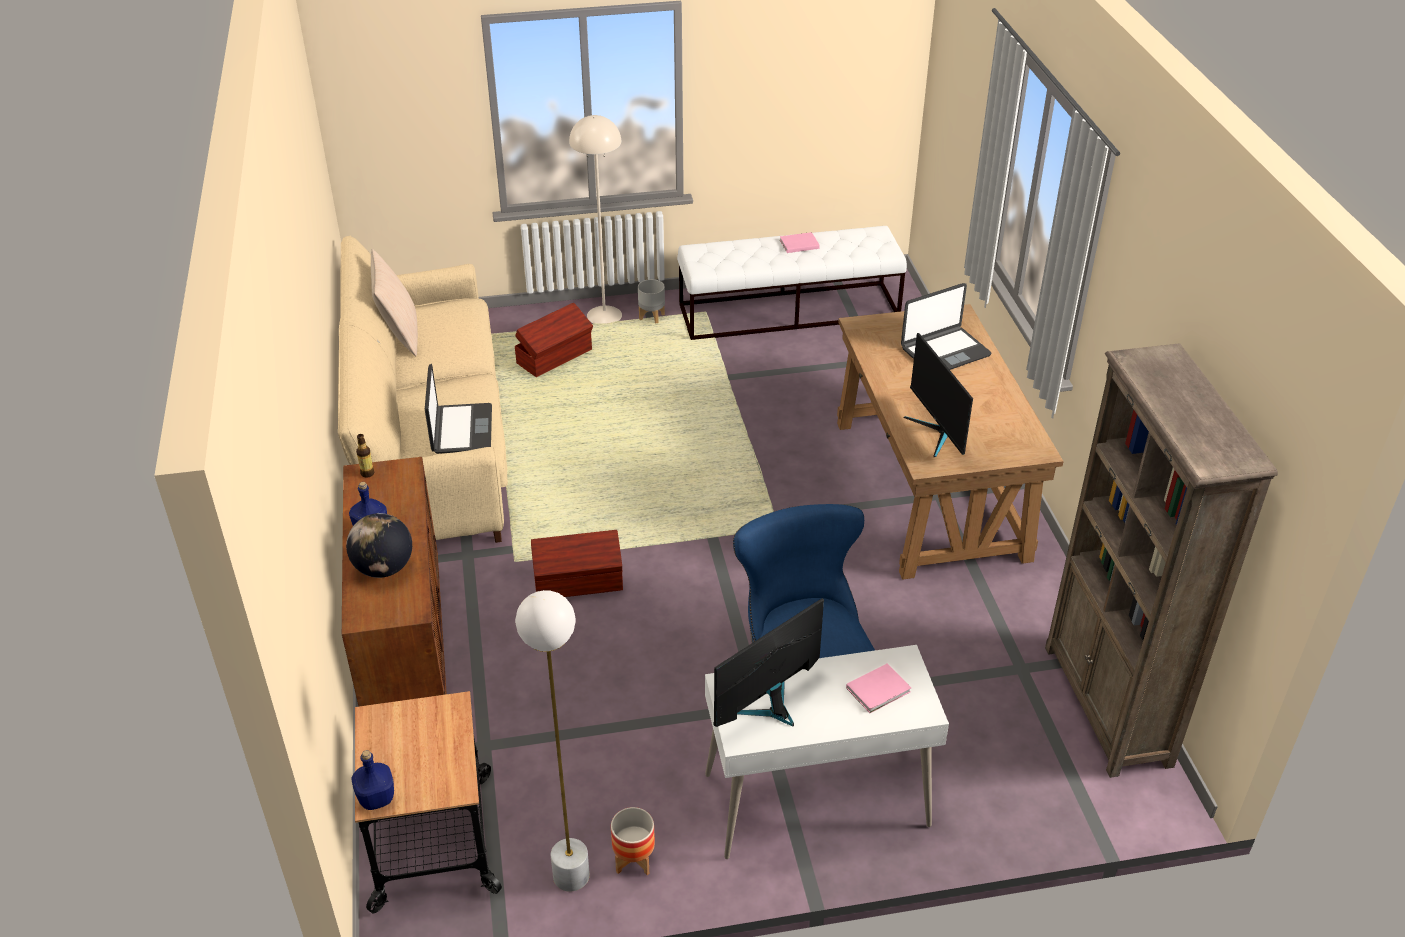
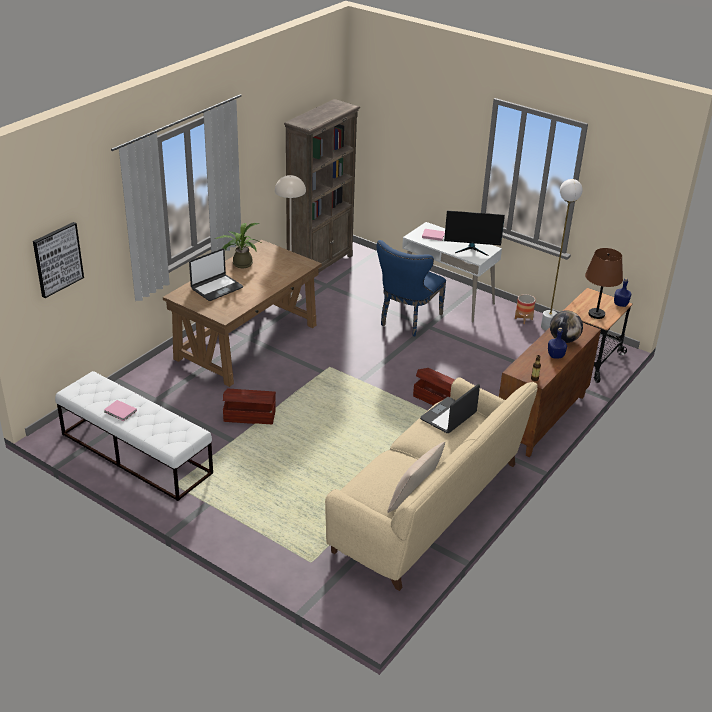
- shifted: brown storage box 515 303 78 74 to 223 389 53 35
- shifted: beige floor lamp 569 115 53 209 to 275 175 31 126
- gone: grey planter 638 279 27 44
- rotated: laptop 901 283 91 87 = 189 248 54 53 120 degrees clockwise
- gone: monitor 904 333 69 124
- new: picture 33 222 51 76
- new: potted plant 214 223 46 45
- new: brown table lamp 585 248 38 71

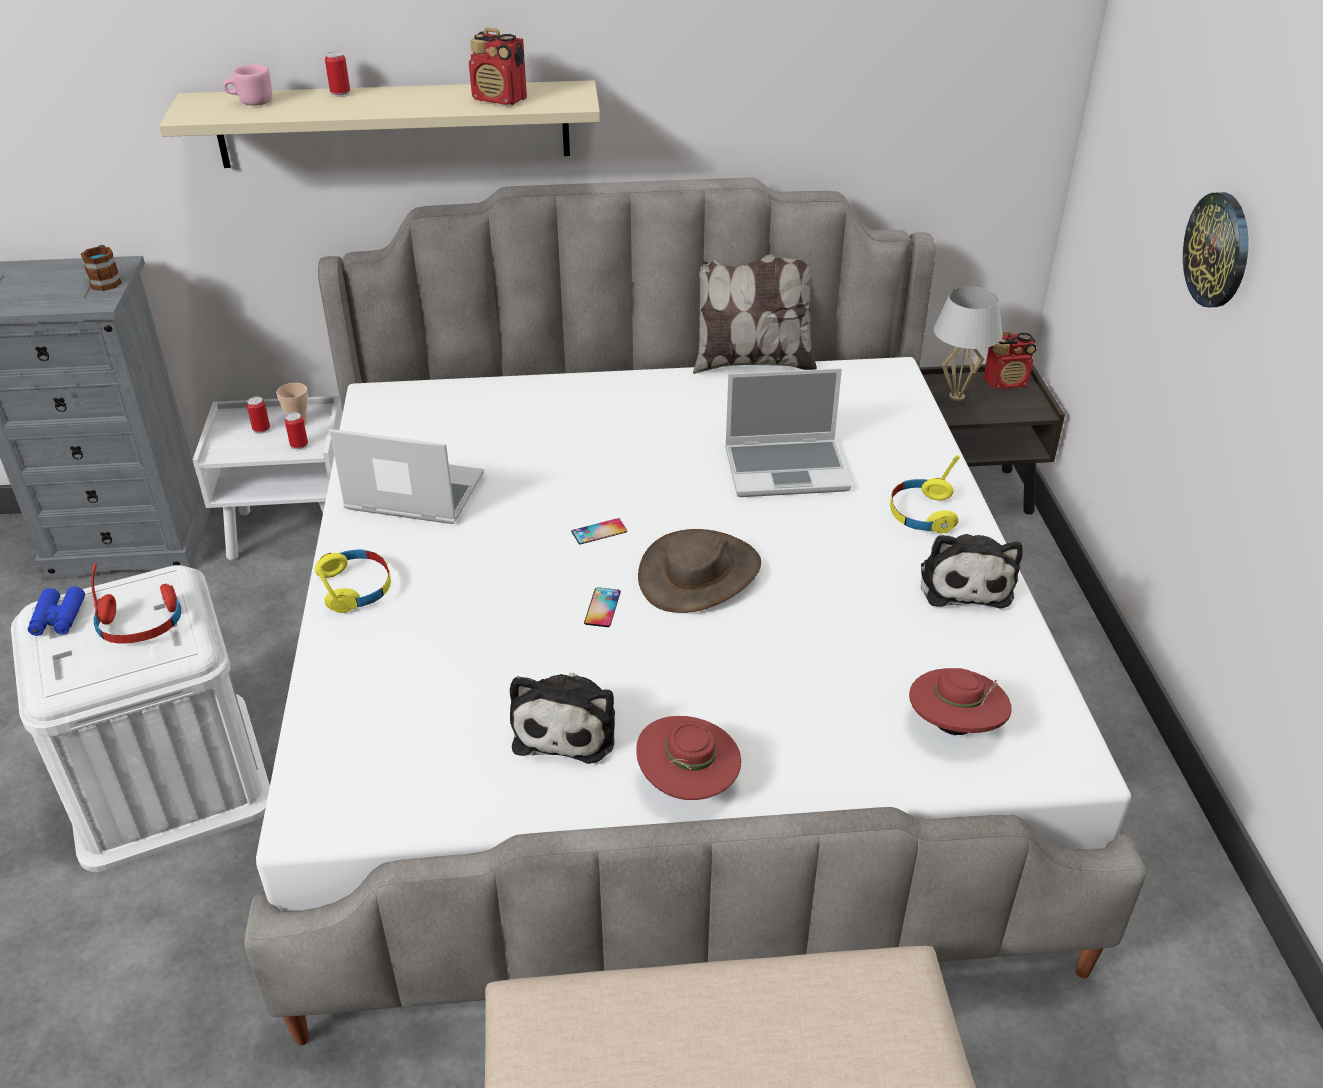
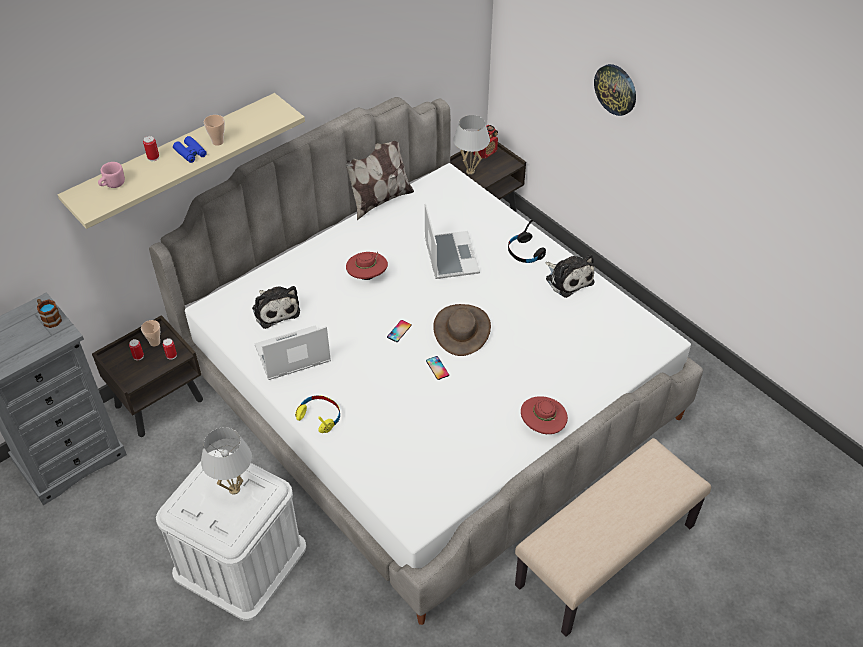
- shifted: blue binoculars 28 587 57 49 to 173 136 34 27
- swapped: red headphones 91 563 90 81 to white table lamp 201 427 51 67
- repainted: white nightstand 193 396 150 164 to brown nightstand 92 315 111 122
- gone: radio 469 27 58 78
- shifted: plush toy 510 673 105 91 to 252 286 48 43
- rotated: laptop 725 368 126 129 = 425 204 55 75 60 degrees counterclockwise
- repainted: yellow headphones 890 455 70 78 to black headphones 508 219 38 44
- shifted: red hat 909 668 103 67 to 346 252 42 28
- new: cup 204 115 21 31

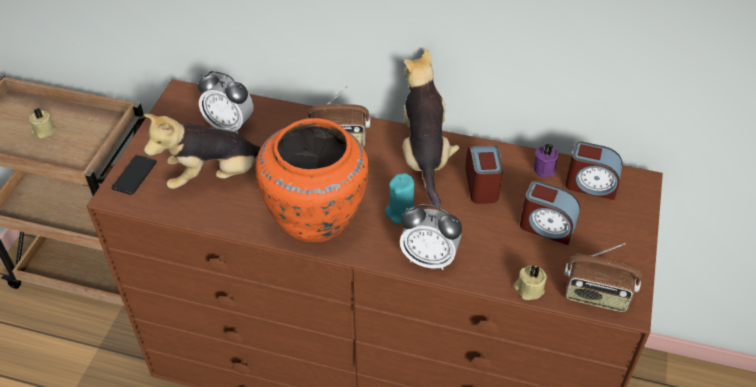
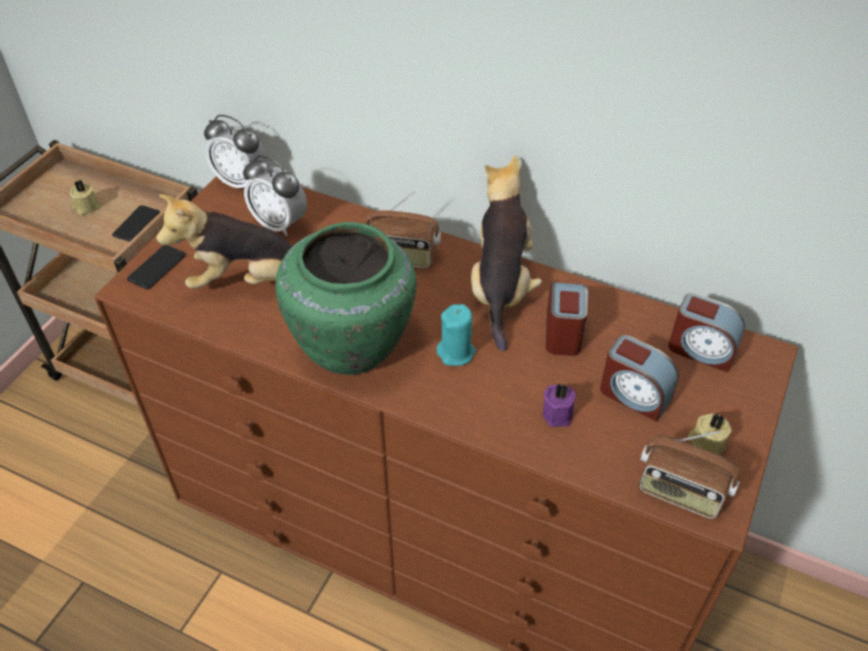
- repainted: orange vase 255 118 114 124 to green vase 276 222 140 153
- shifted: alarm clock 400 204 62 66 to 204 115 63 73
- shifted: beige candle 514 266 33 34 to 688 414 44 41
- shifted: purple candle 533 144 25 34 to 543 383 33 44
- new: phone 112 205 48 37

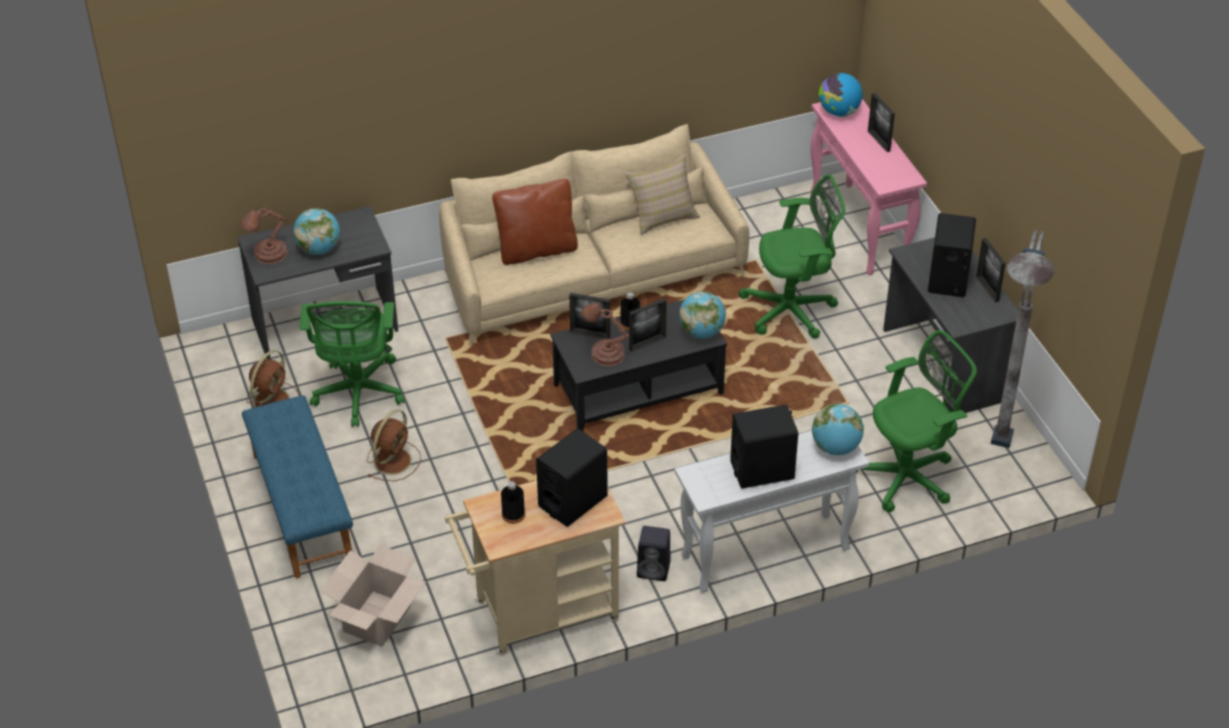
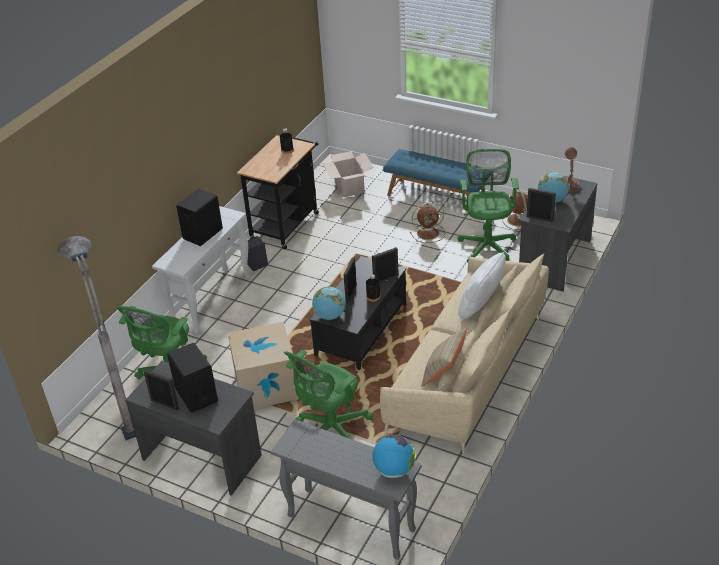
- rotated: green office chair 300 301 105 126 = 458 149 61 113 45 degrees clockwise
- rotated: brown fan 367 409 54 72 = 410 202 35 41 90 degrees counterclockwise
- repainted: beige cart 445 480 181 175 to black cart 237 135 82 114
- repainted: brown pillow 492 179 86 86 to white pillow 458 252 48 67
- gone: black speaker 536 428 72 99
- gone: brown table lamp 582 303 47 63
- repainted: pink console table 810 99 117 177 to grey console table 271 419 151 141
- gone: globe 812 404 52 51
- shifted: picture frame 868 93 27 59 to 526 188 30 34
- new: cardboard box 228 322 71 87

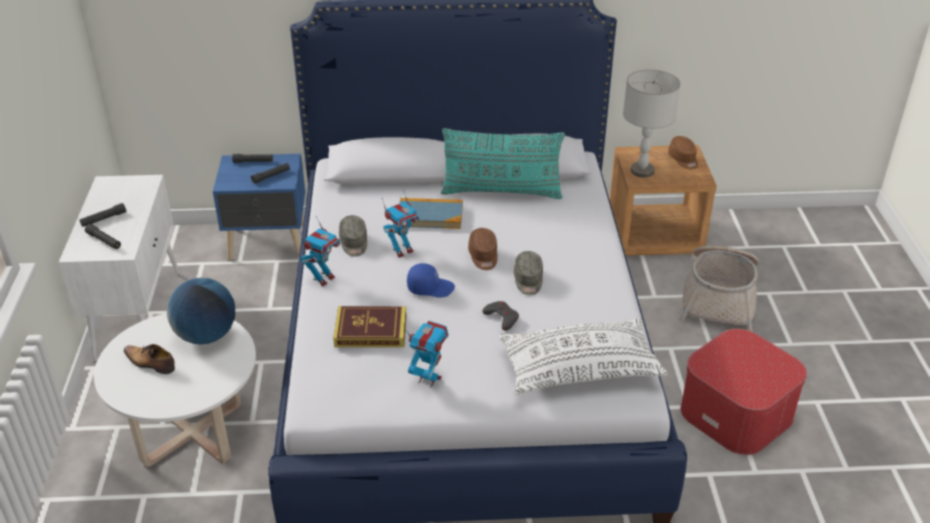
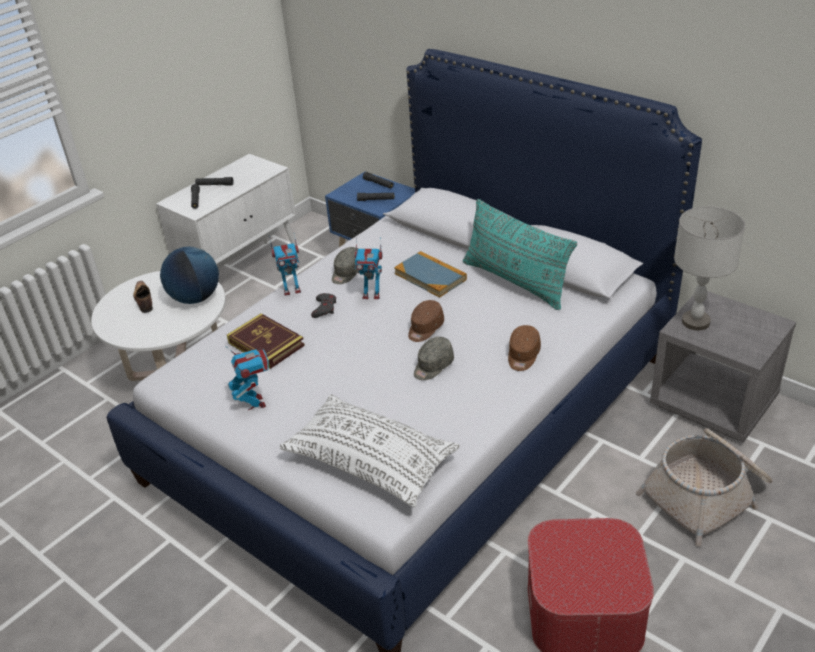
- gone: blue cap 407 263 48 35
- shifted: grey game controller 482 301 37 30 to 311 293 25 25
- repainted: brown nightstand 610 145 107 111 to grey nightstand 650 291 146 151
- shifted: brown cap 668 136 30 33 to 508 325 33 46

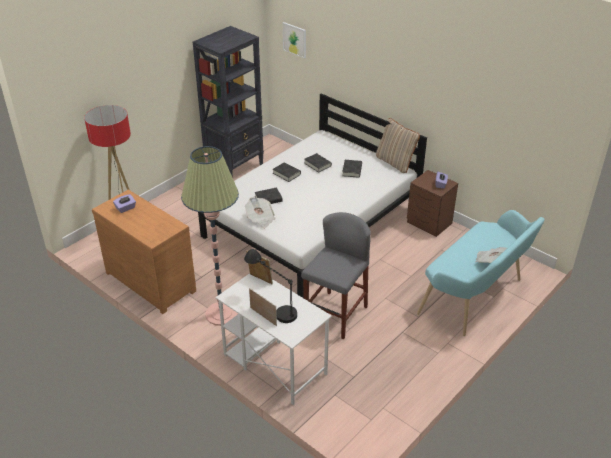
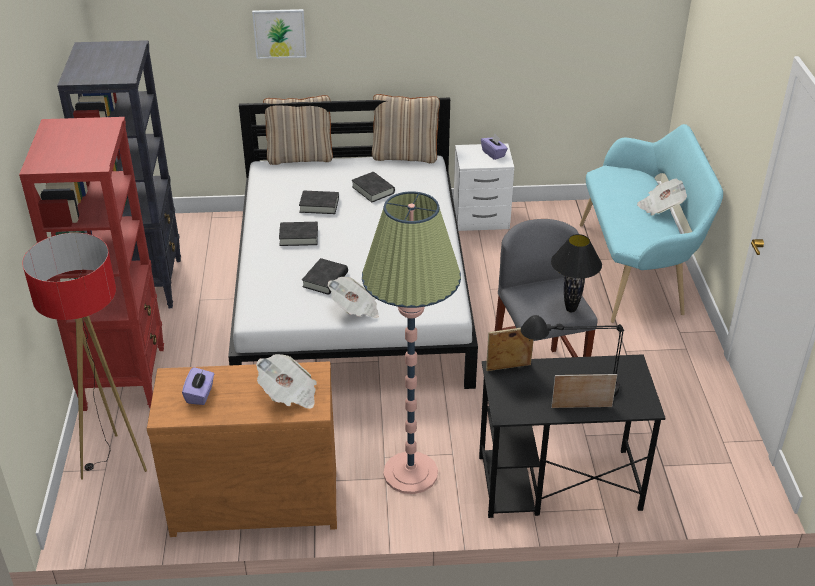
- repainted: white desk 216 273 116 132 to black desk 479 354 186 164
- shifted: picture 283 22 23 36 to 252 9 54 50
- repainted: brown nightstand 407 170 51 67 to white nightstand 454 143 60 88
- new: red bookcase 19 117 145 294
- new: newspaper 256 354 61 55
- new: beige pillow 263 95 70 70
- new: black table lamp 551 234 51 78

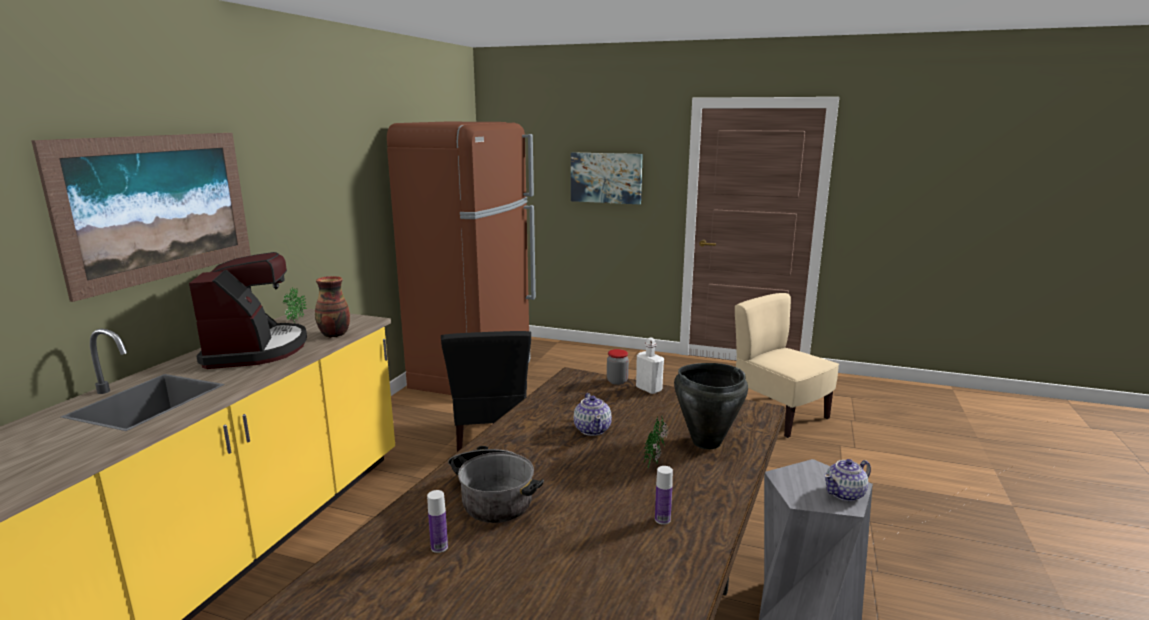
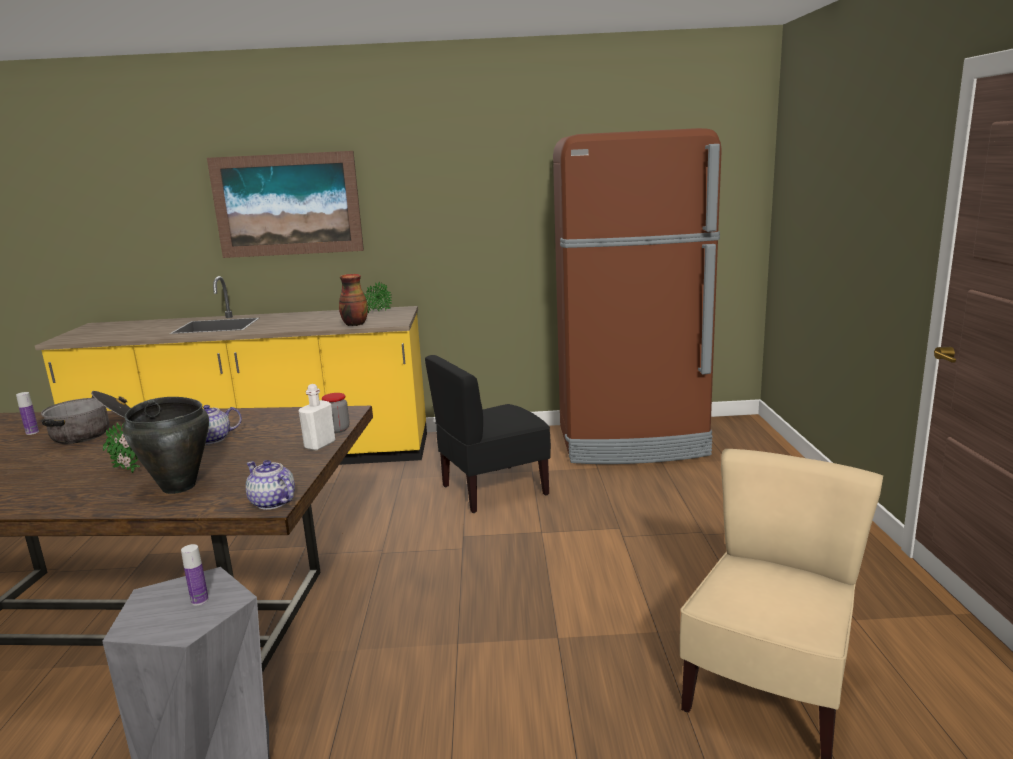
- gone: coffee machine 189 252 118 117
- gone: picture 571 152 72 52
- shifted: bottle 655 466 18 59 to 181 544 28 62
- shifted: teapot 824 459 47 42 to 246 460 49 50

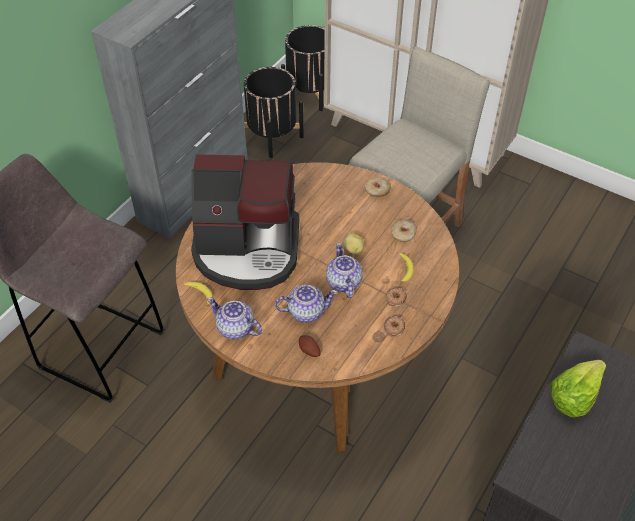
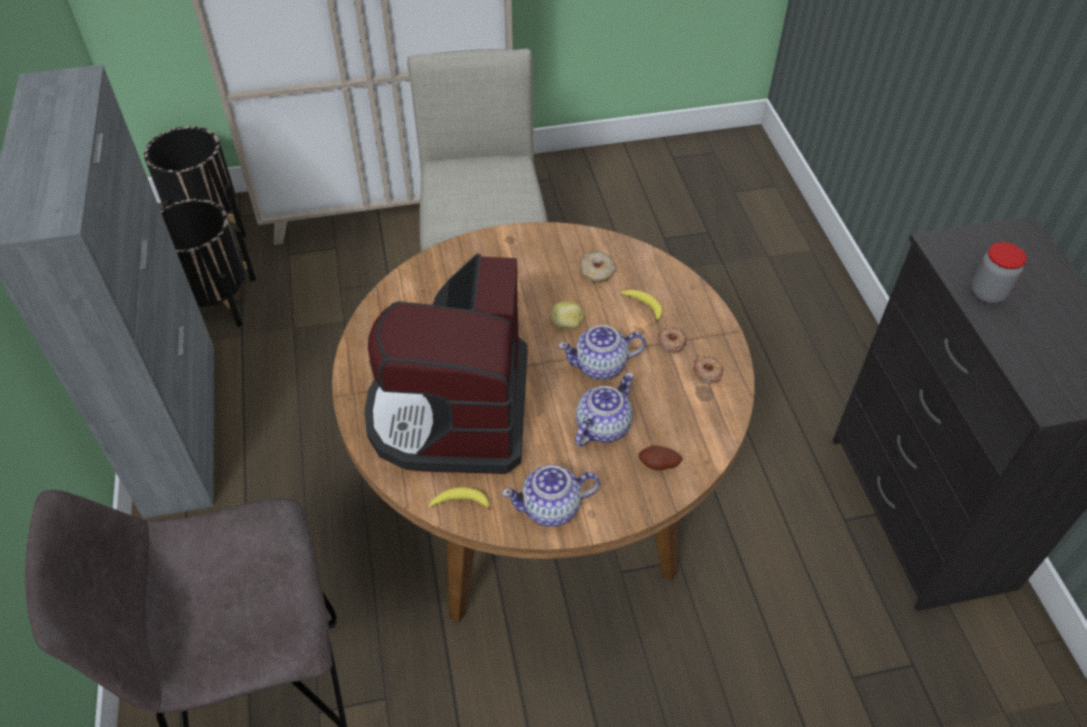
- rotated: coffee machine 191 154 108 136 = 364 254 164 220 135 degrees clockwise
- rotated: teapot 326 243 37 55 = 558 325 88 55 45 degrees counterclockwise
- gone: donut 365 177 26 20
- swapped: lettuce 550 360 56 58 to jar 971 242 56 61

